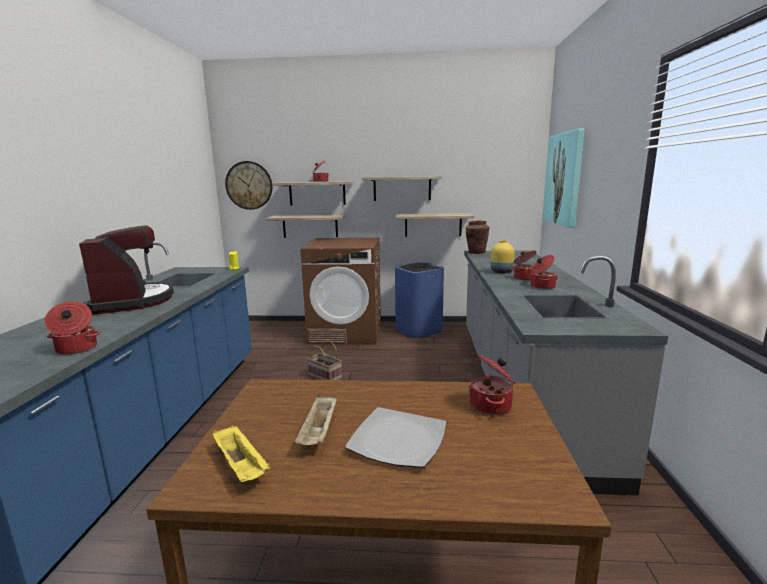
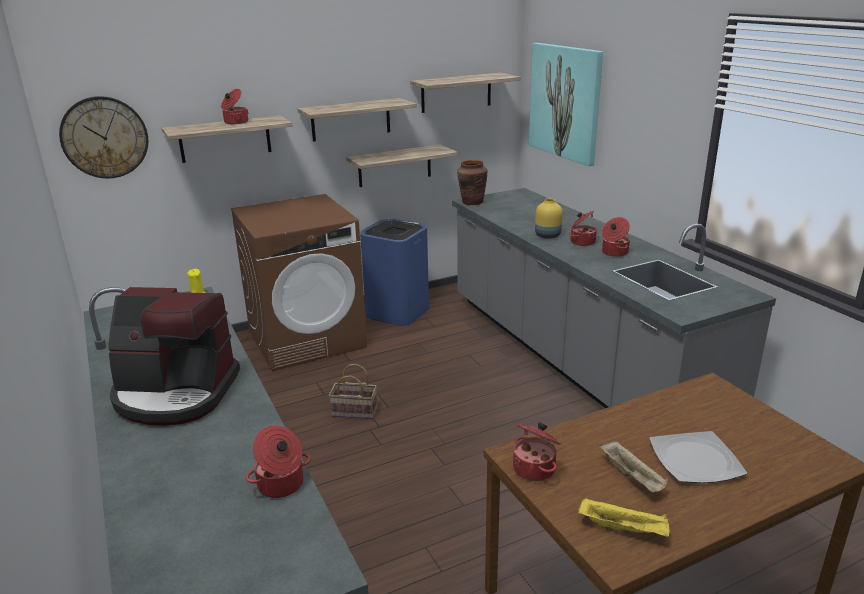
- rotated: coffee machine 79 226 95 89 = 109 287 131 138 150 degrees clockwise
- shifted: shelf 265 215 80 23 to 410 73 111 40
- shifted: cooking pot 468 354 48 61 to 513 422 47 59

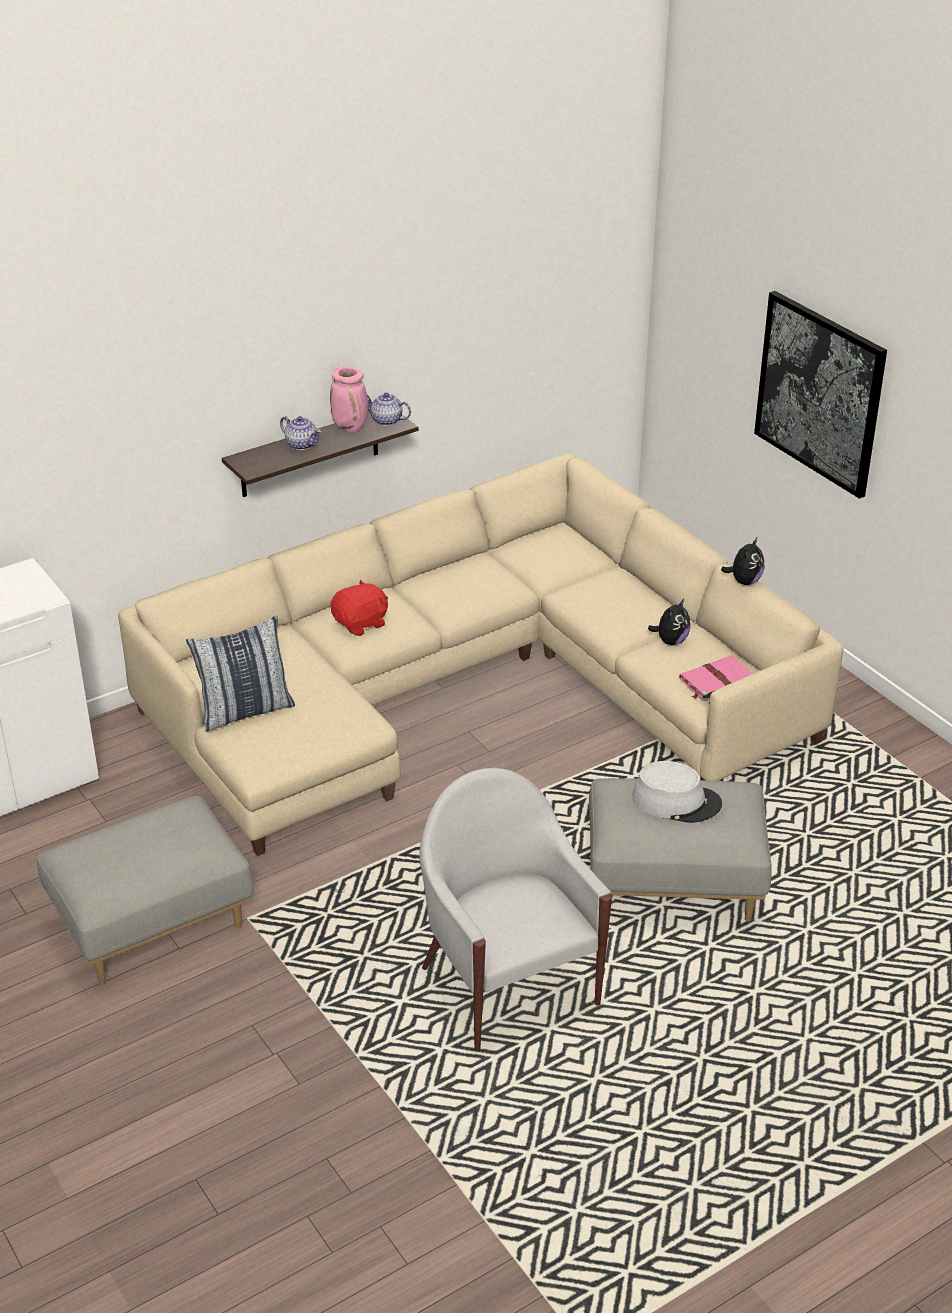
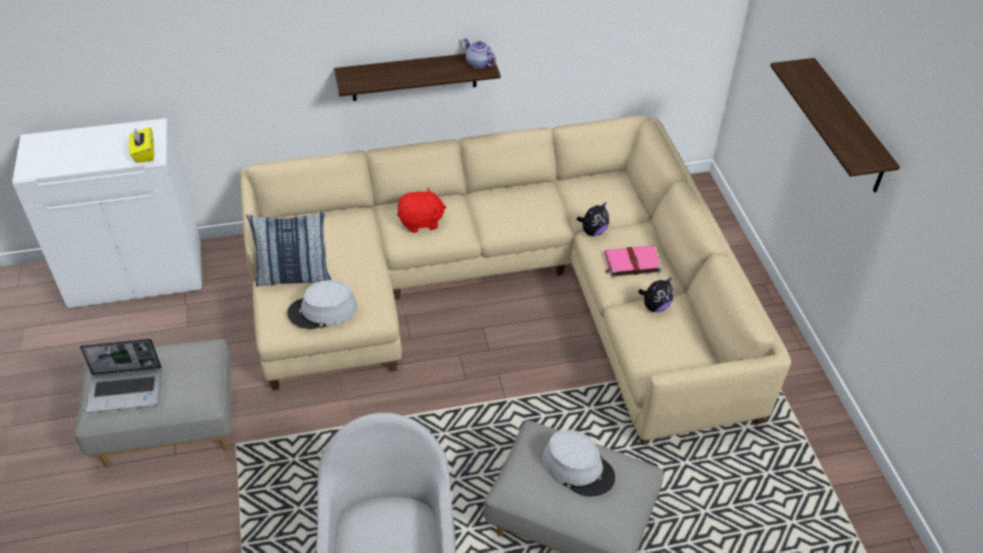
- gone: teapot 280 416 41 34
- gone: pink vase 330 367 38 65
- shifted: pink book 679 656 75 45 to 604 246 58 31
- shifted: plush toy 721 538 43 47 to 577 202 32 34
- swapped: picture 754 291 133 208 to shelf 770 58 130 134
- new: laptop 80 339 82 74
- new: yellow tissue box 129 127 25 36
- new: grey hat 287 280 70 49

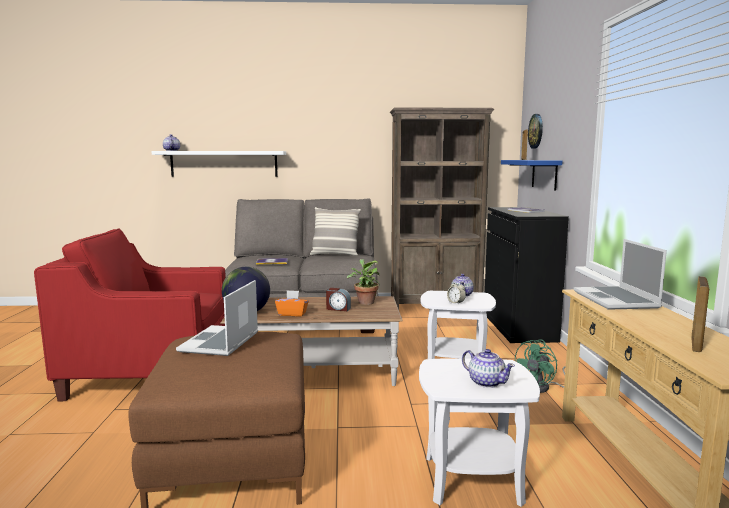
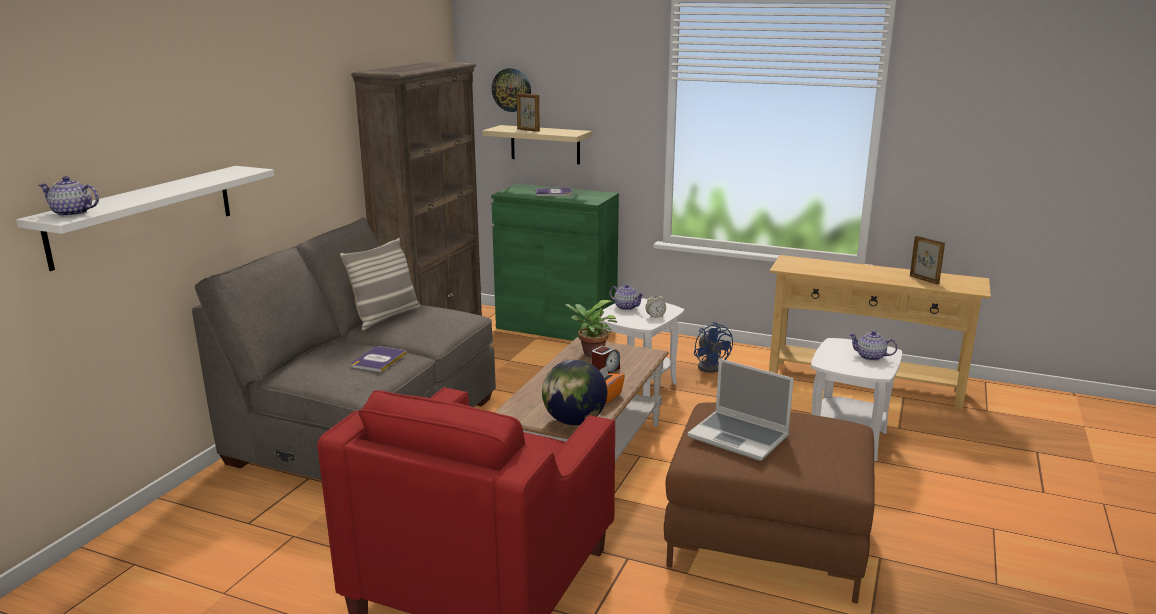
- rotated: teapot 462 349 53 39 = 849 331 49 30 135 degrees counterclockwise
- repainted: black cabinet 485 207 84 136 to green cabinet 491 184 128 157
- repainted: blue shelf 501 160 61 31 to beige shelf 482 125 110 39
- repainted: green fan 515 339 51 54 to blue fan 694 322 39 51
- gone: laptop 574 239 93 71

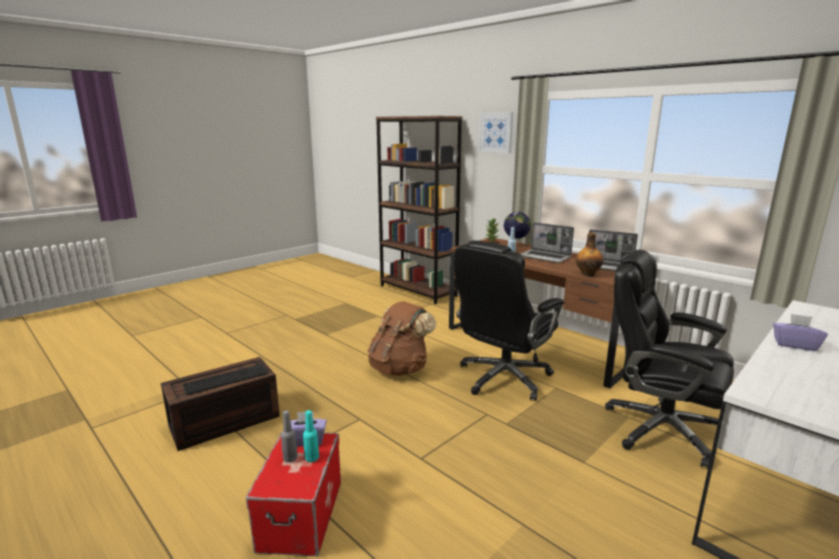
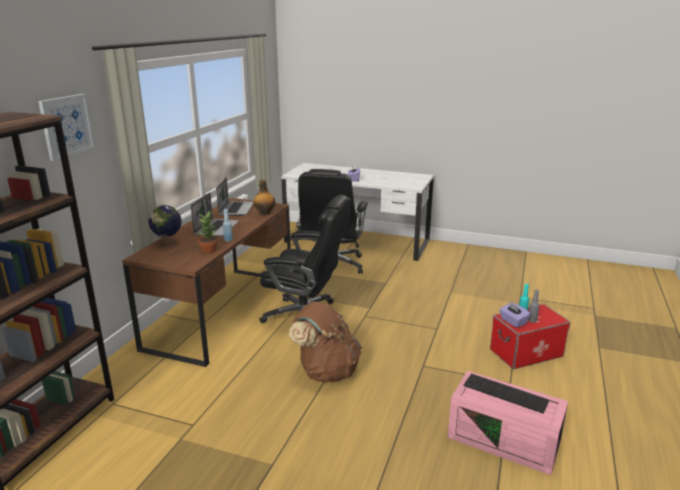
- repainted: brown storage box 161 357 119 94 to pink storage box 447 371 121 104

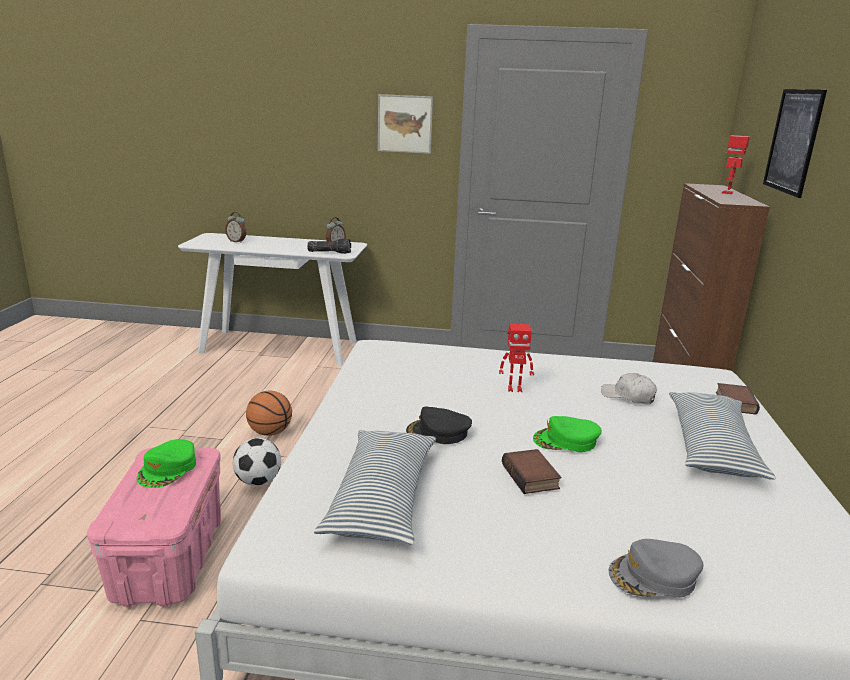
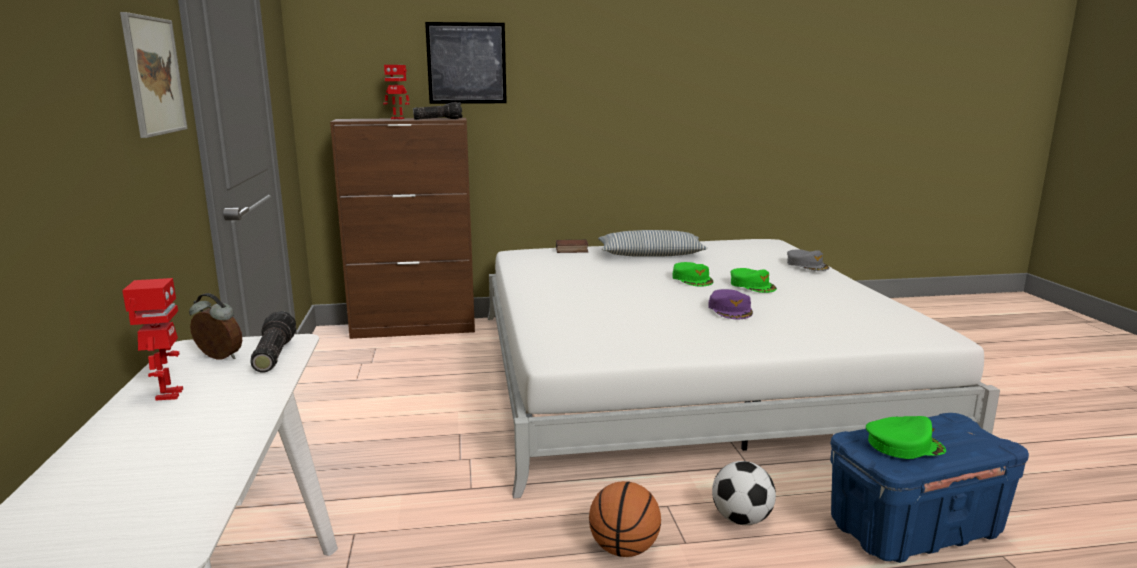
- repainted: pink storage box 87 447 134 160 to blue storage box 830 413 199 150
- gone: alarm clock 225 212 21 31
- gone: pillow 314 430 122 115
- repainted: black cap 406 407 66 37 to purple cap 708 289 45 30
- shifted: toy robot 499 324 35 68 to 122 278 61 122
- swapped: book 502 449 59 45 to green cap 730 268 47 25
- gone: white cap 601 373 56 31
- new: flashlight 413 102 49 18

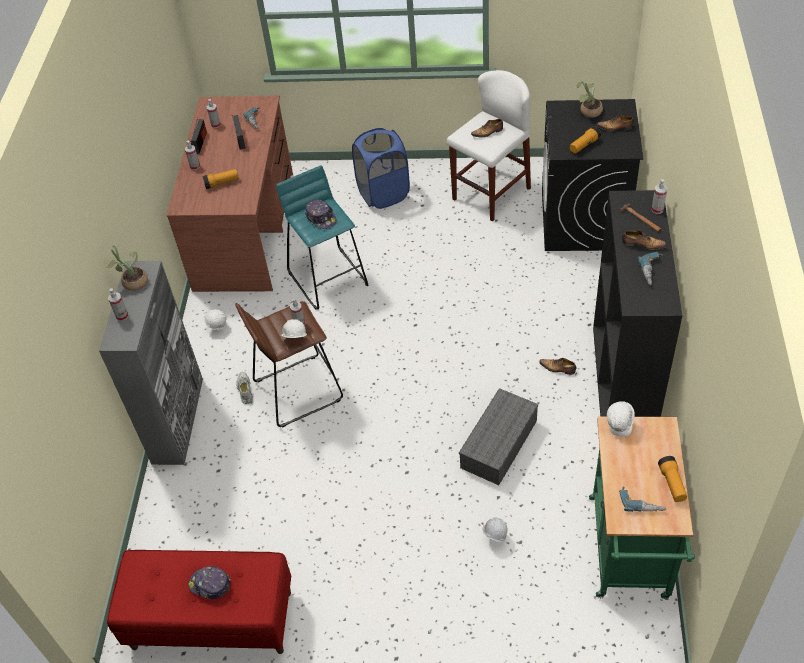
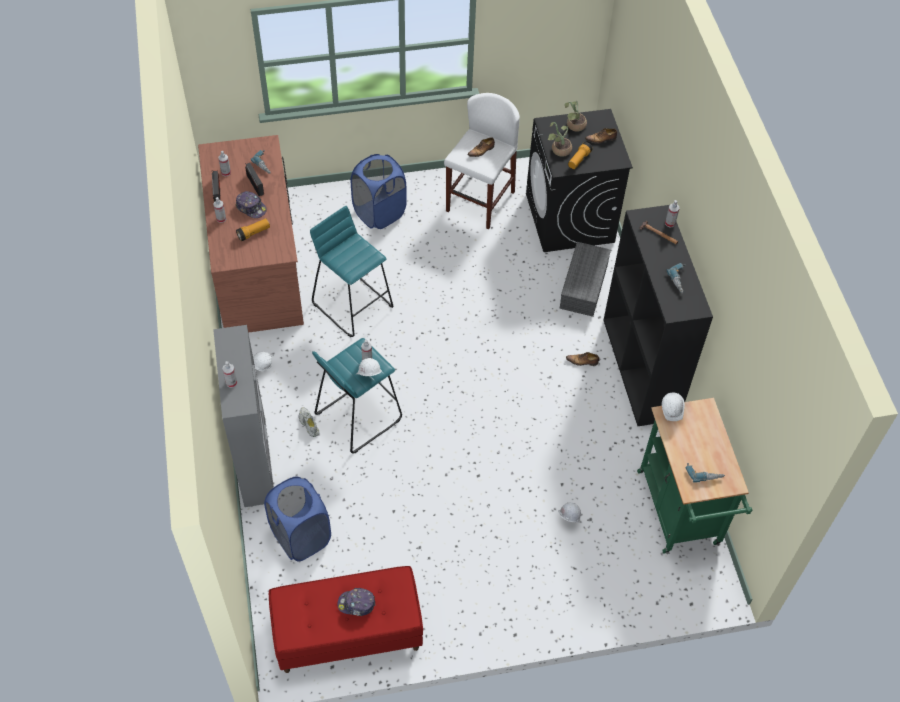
- shifted: potted plant 106 245 42 46 to 548 122 24 35
- repainted: brown stool 235 301 108 127 to turquoise stool 312 338 90 115
- shifted: cap 305 200 32 29 to 235 191 32 27
- shifted: grey storage box 459 388 79 97 to 559 242 52 75
- gone: shoe 622 230 45 20
- gone: flashlight 658 456 29 46
- new: blue laundry basket 264 476 67 85

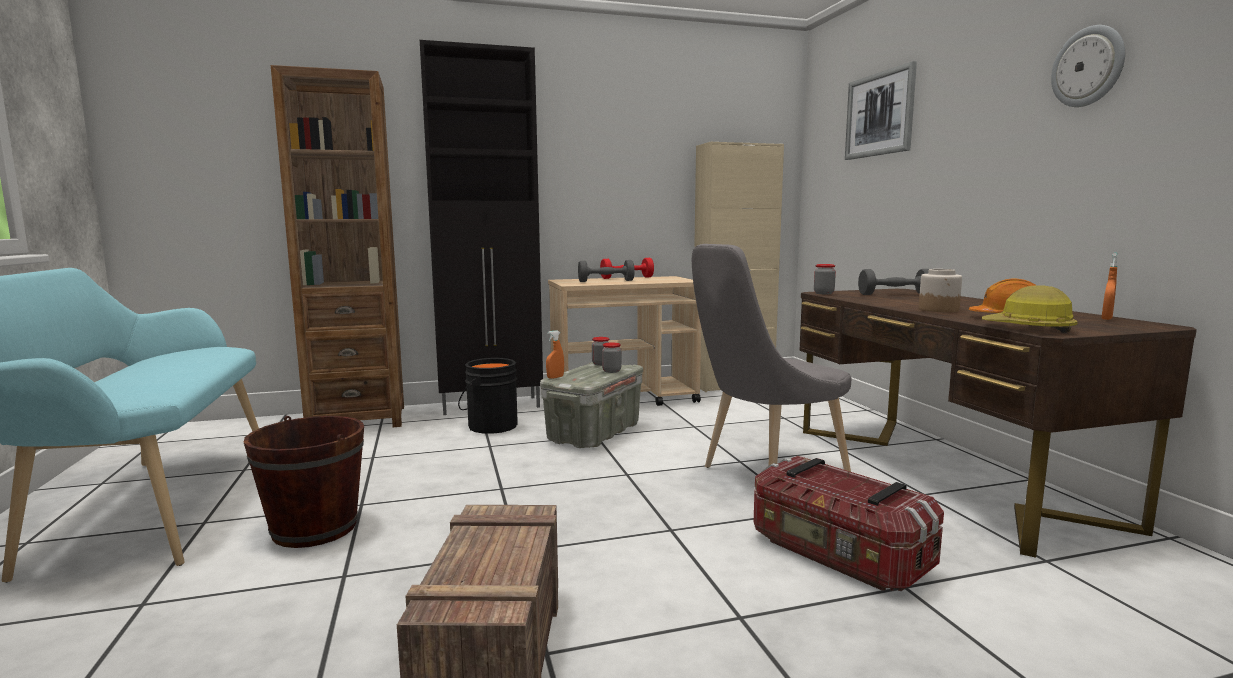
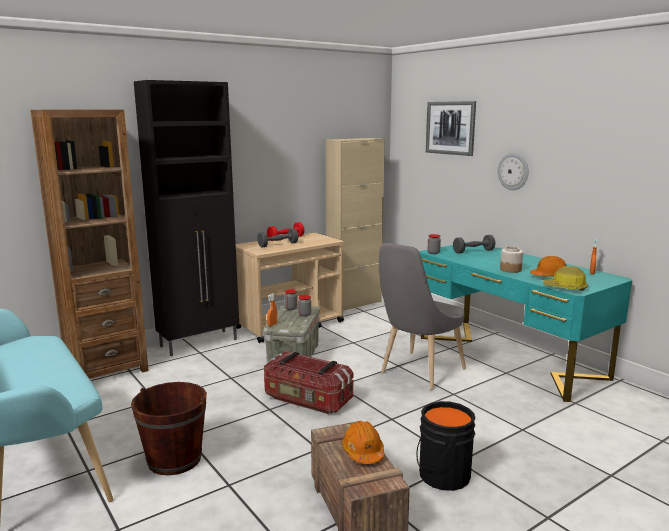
- shifted: black bucket 458 358 60 76 to 416 401 60 90
- shifted: storage box 754 456 190 135 to 264 351 89 63
- repainted: brown desk 799 289 398 268 to turquoise desk 420 242 212 160
- shifted: wall clock 1051 25 74 82 to 498 153 30 37
- new: orange hard hat 342 421 42 43

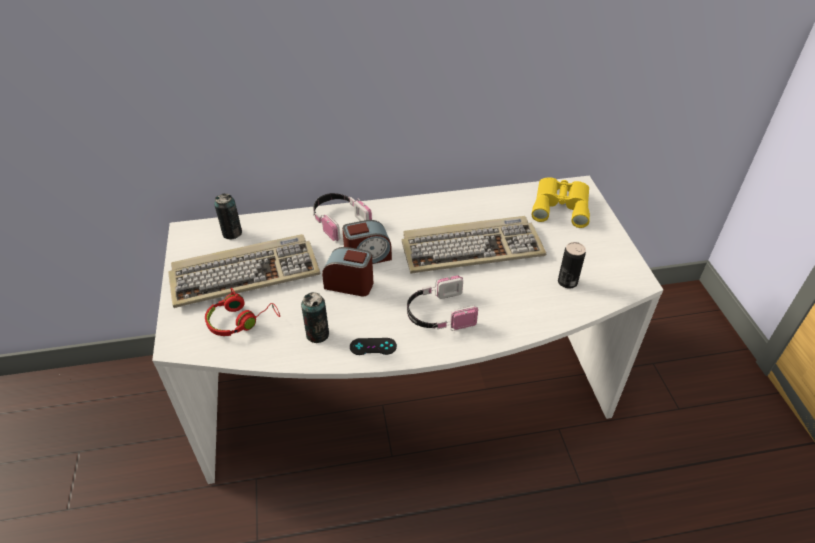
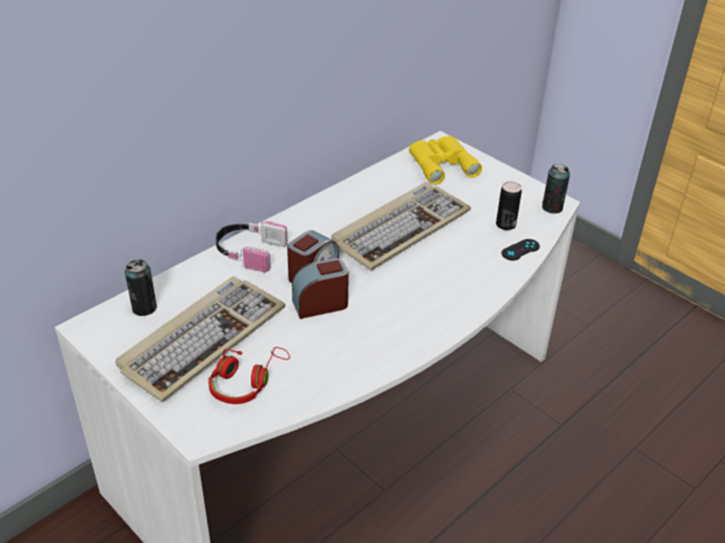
- shifted: can 301 292 28 51 to 542 164 28 50
- shifted: black game controller 350 338 47 17 to 501 239 39 22
- gone: headphones 407 276 71 55

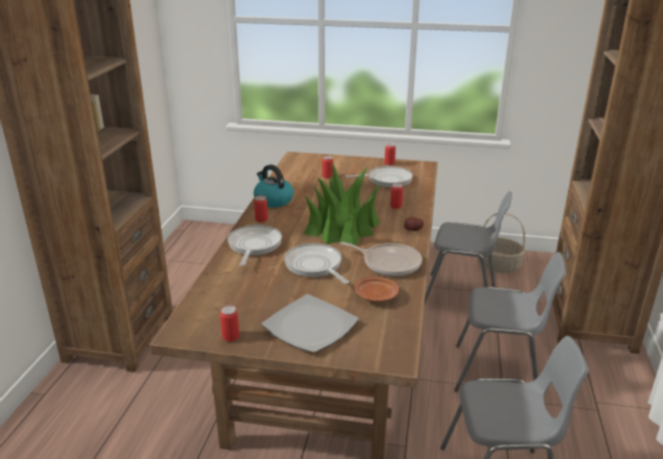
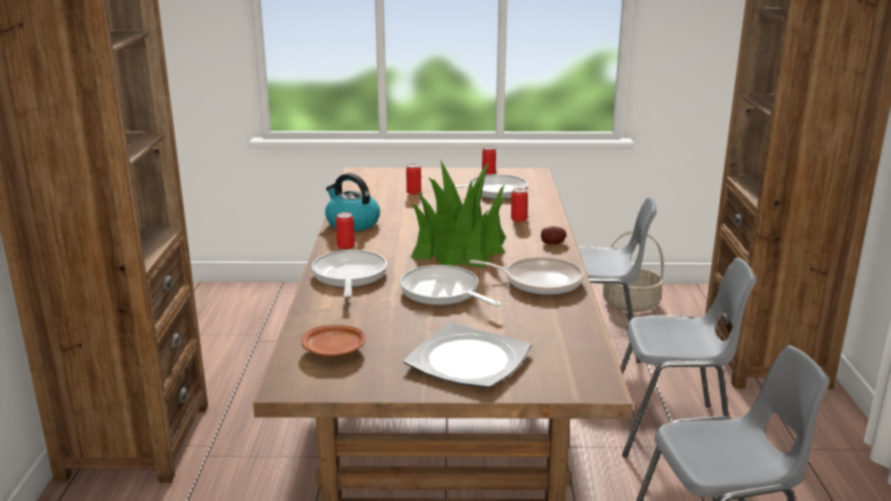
- gone: can 220 305 20 37
- shifted: brown plate 355 277 44 25 to 301 325 65 32

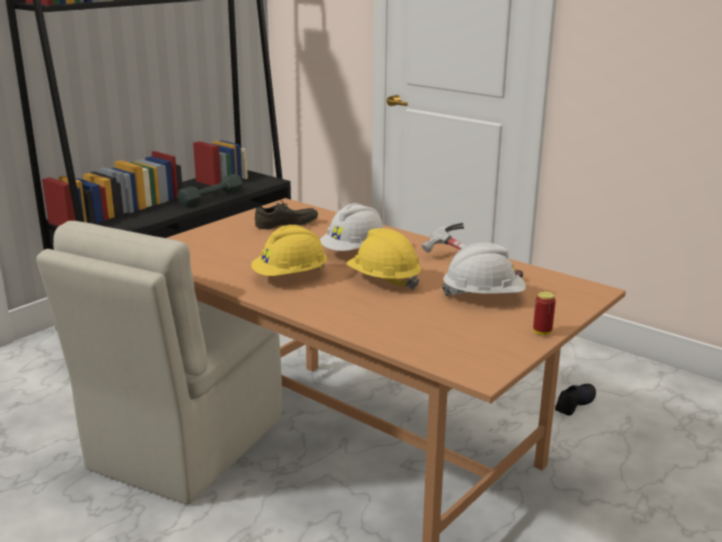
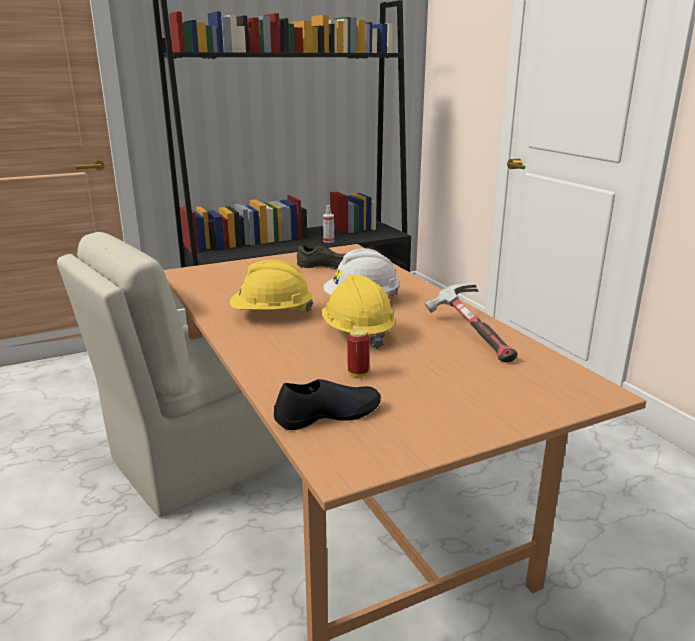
- swapped: grey dumbbell 177 174 66 32 to spray bottle 323 205 11 38
- gone: white hard hat 442 243 84 53
- shifted: can 533 291 23 44 to 348 328 22 49
- shifted: black shoe 555 384 41 32 to 274 379 107 51

